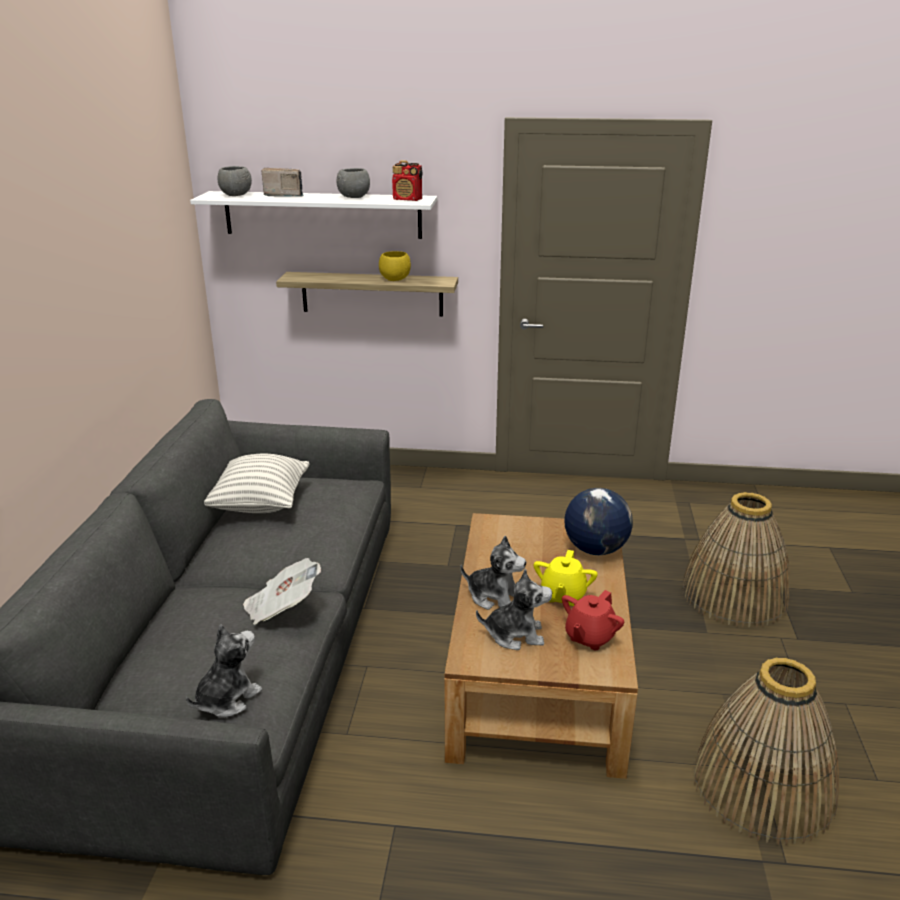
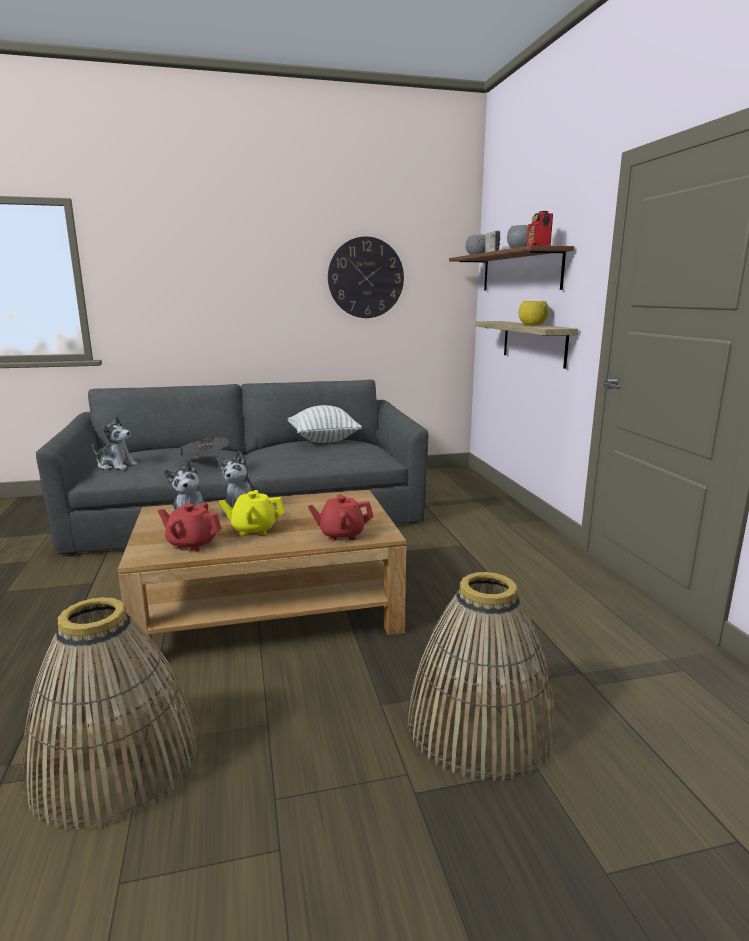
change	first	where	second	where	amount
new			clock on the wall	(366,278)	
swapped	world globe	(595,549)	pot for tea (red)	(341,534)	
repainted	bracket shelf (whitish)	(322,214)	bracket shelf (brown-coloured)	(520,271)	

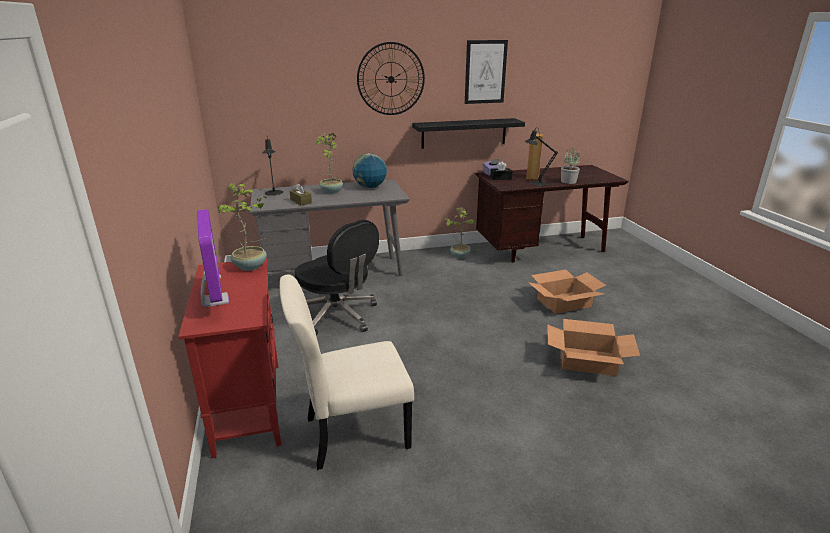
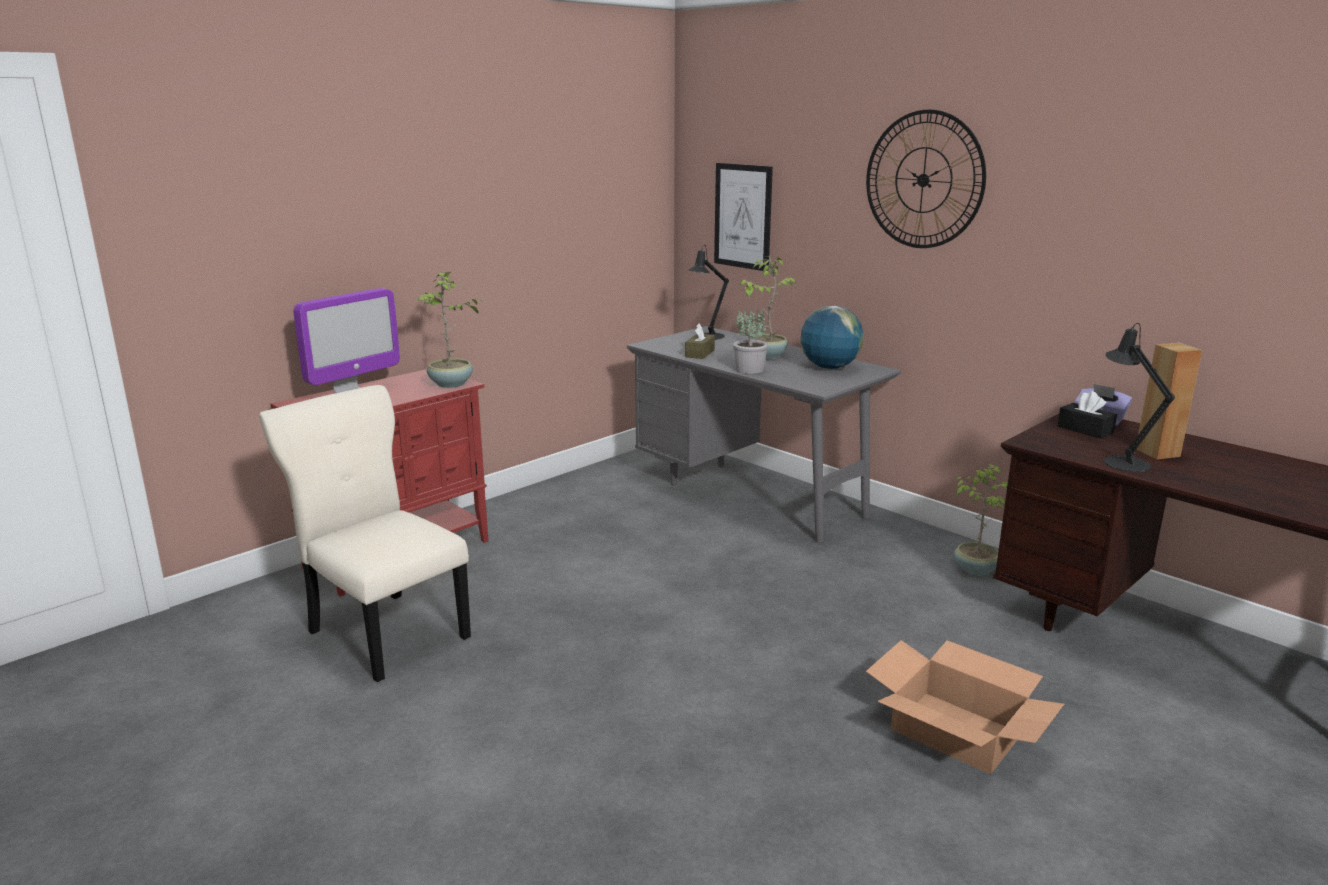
change	first	where	second	where	amount
gone	computer chair (blackish)	(338,316)			
gone	bracket shelf (blackish)	(464,133)			
gone	cardboard box	(587,360)			
shifted	wall art	(485,72)		(743,216)	
shifted	plant in a pot	(568,181)		(749,369)	

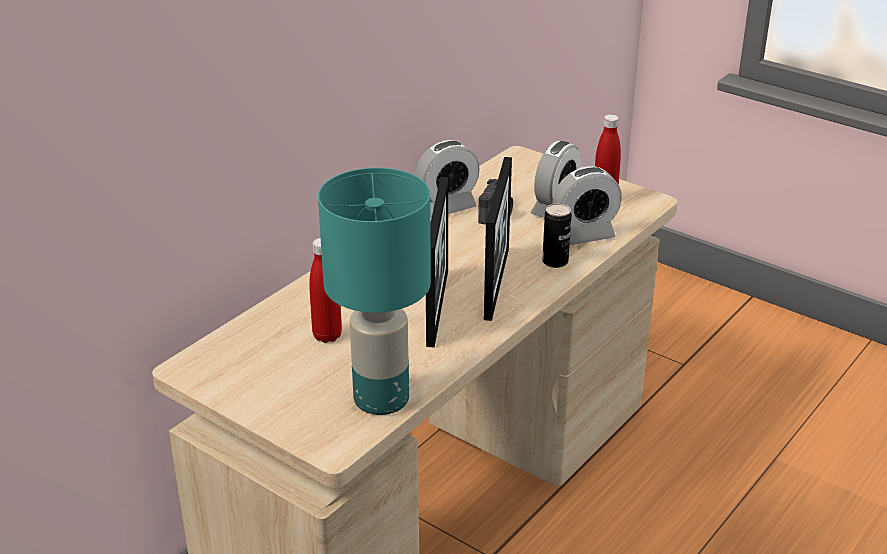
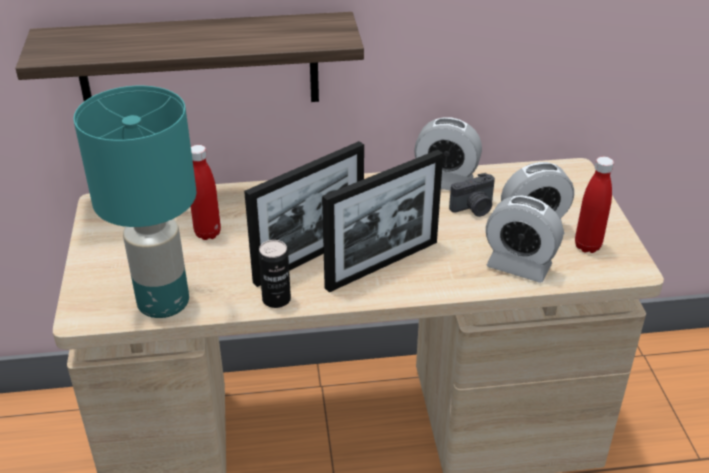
change	first	where	second	where	amount
new			bracket shelf	(199,64)	
shifted	sealed can	(555,262)		(276,299)	

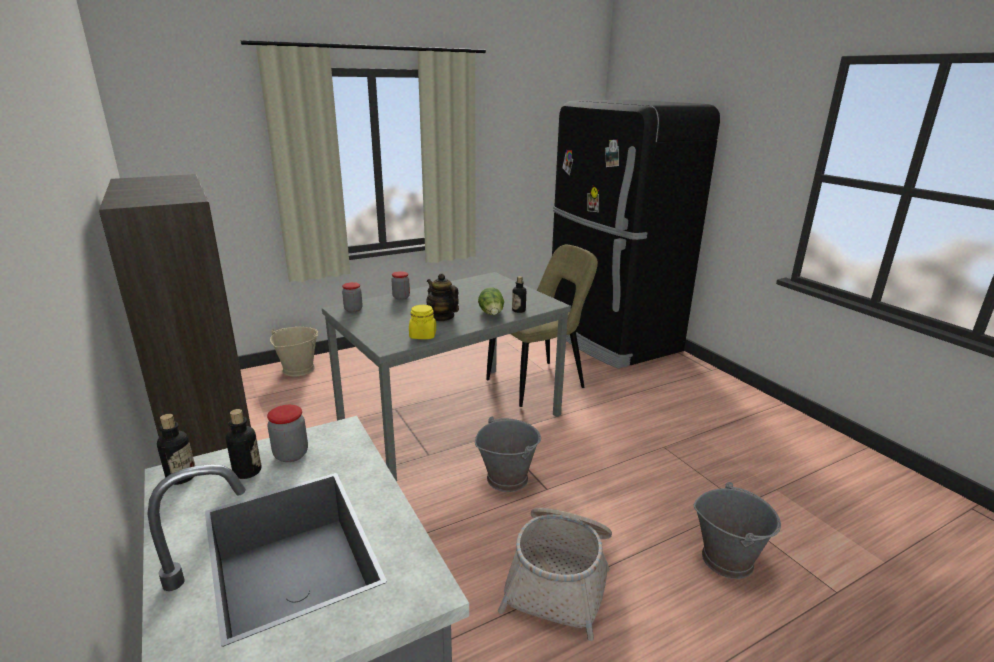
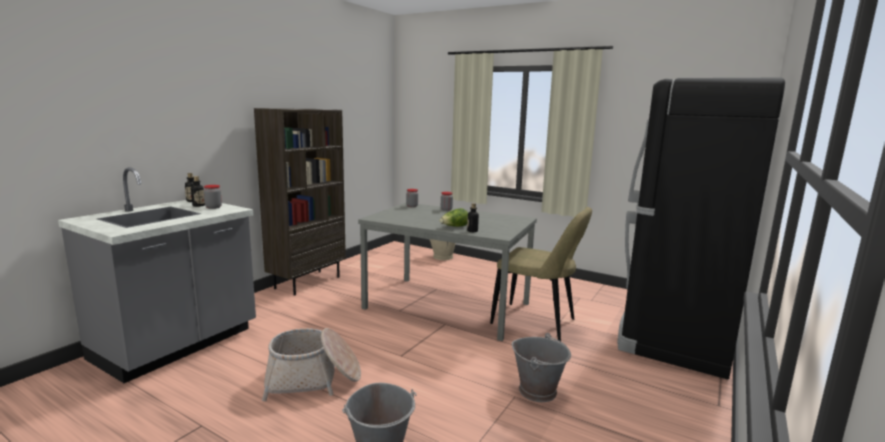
change	first	where	second	where	amount
gone	storage jar (yellowish)	(423,335)			
gone	pot for tea	(442,317)			
shifted	pail (greyish)	(507,478)		(538,390)	

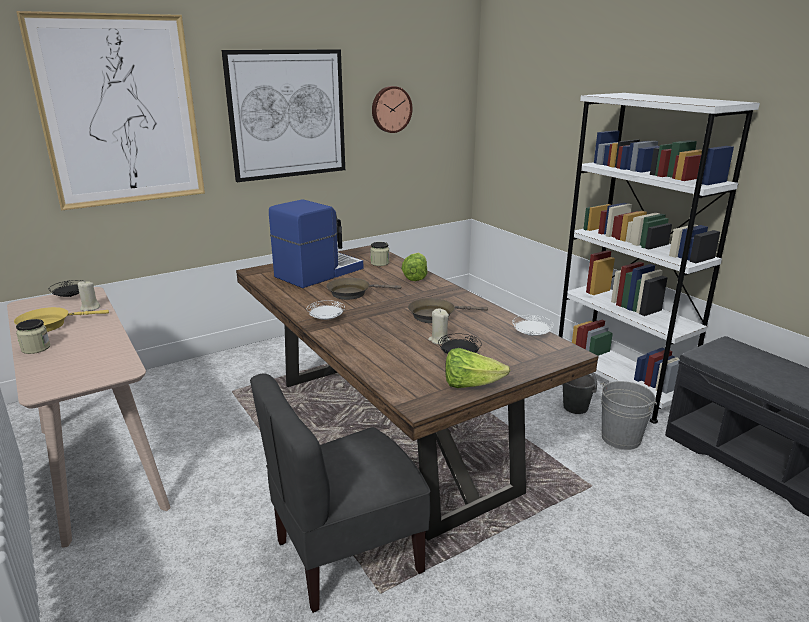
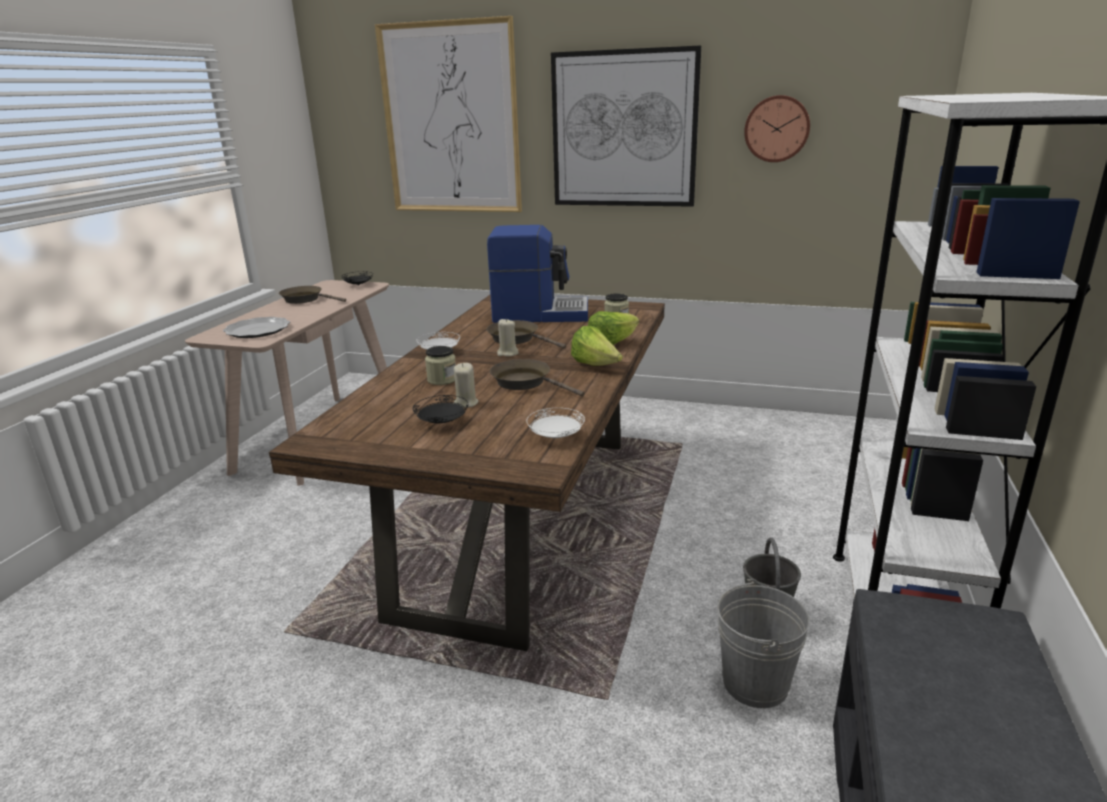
change	first	where	second	where	amount
gone	chair (greyish)	(347,555)			
new			plate	(258,330)	
shifted	storage jar	(36,348)		(442,380)	
shifted	candle (sand-coloured)	(90,308)		(507,353)	
shifted	head of lettuce	(470,385)		(596,365)	
repainted	pan (yellowish)	(49,325)	pan (brown-coloured)	(305,299)	

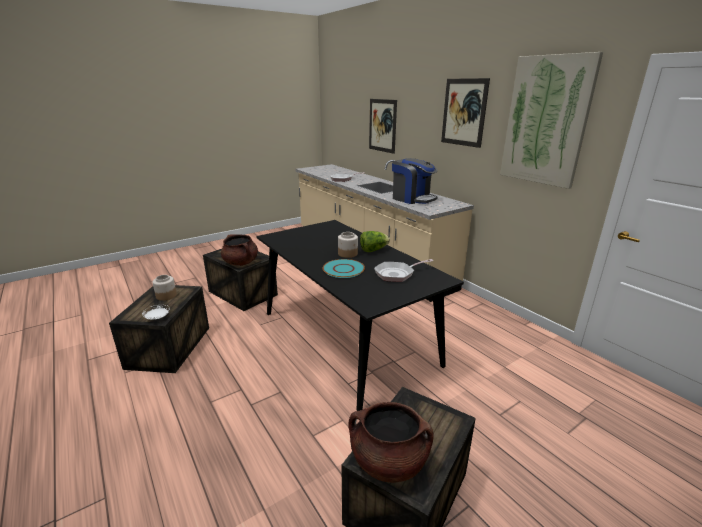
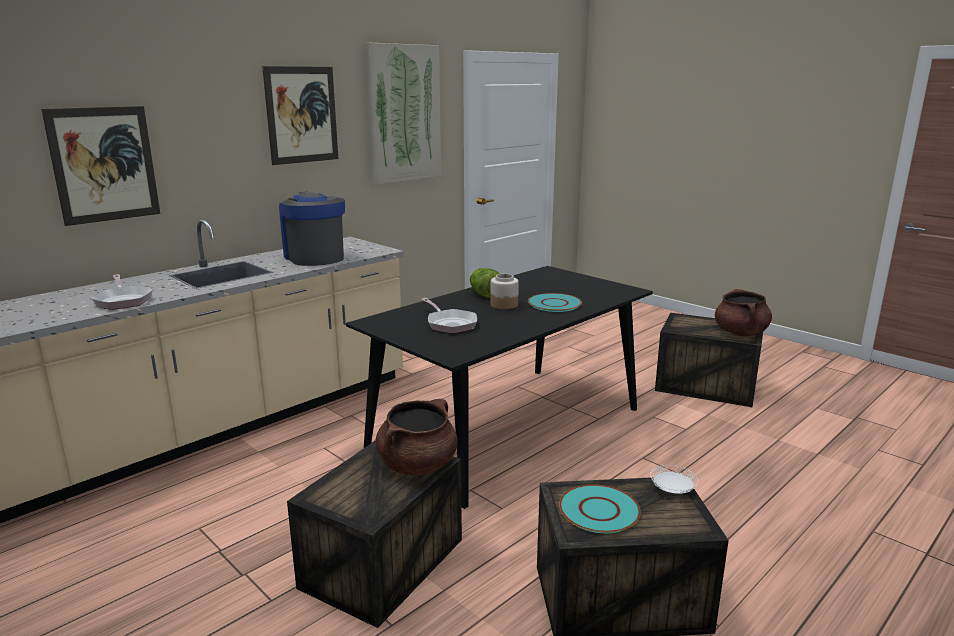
change	first	where	second	where	amount
shifted	pan	(397,274)		(450,324)	
swapped	storage jar	(166,296)	plate (turquoise-coloured)	(599,510)	
rotated	coffee brewer	(412,199)		(314,257)	60 degrees counterclockwise

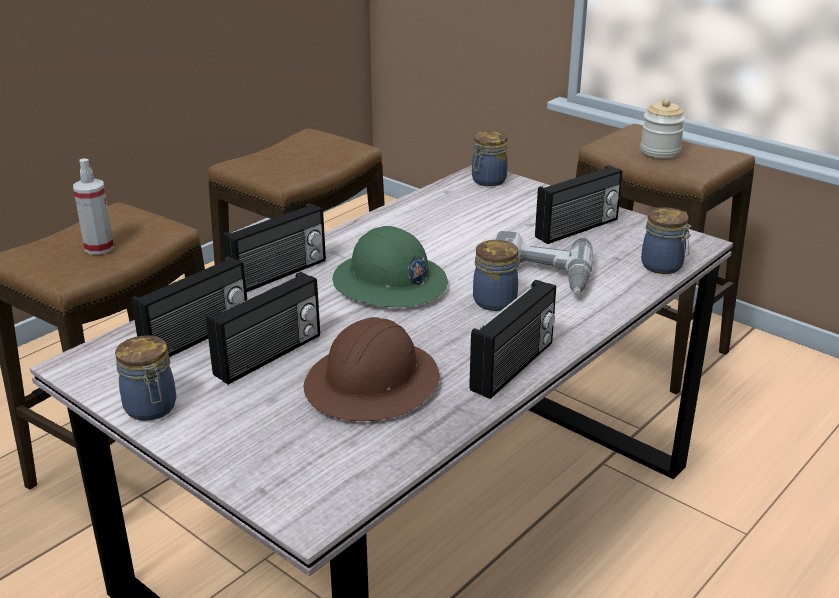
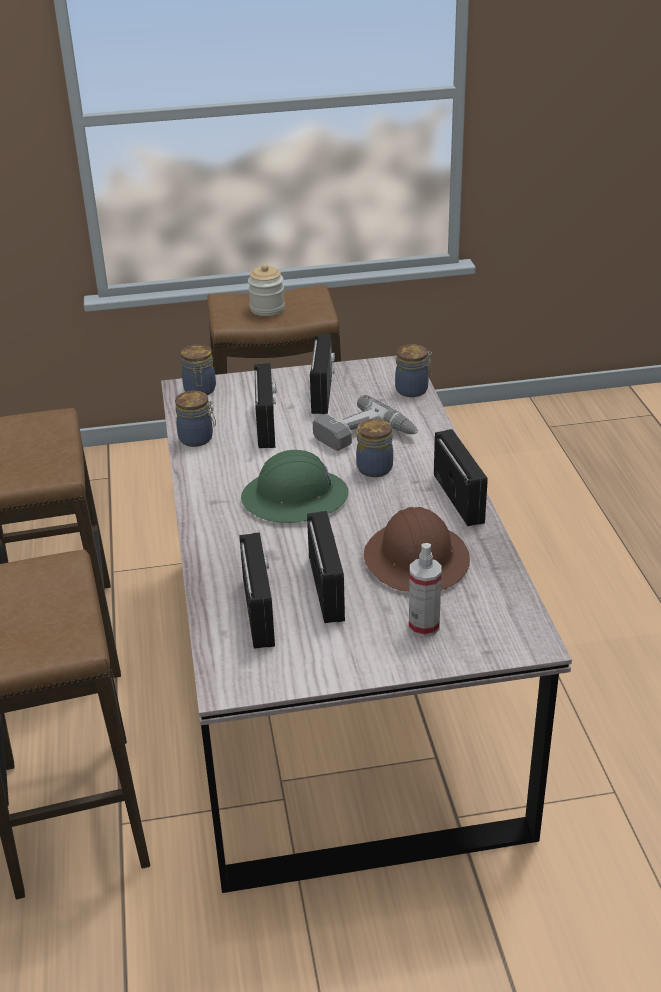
change	first	where	second	where	amount
shifted	hand sprayer	(99,248)		(424,626)	
shifted	storage jar	(151,409)		(197,439)	
shifted	radio set	(279,274)		(267,425)	

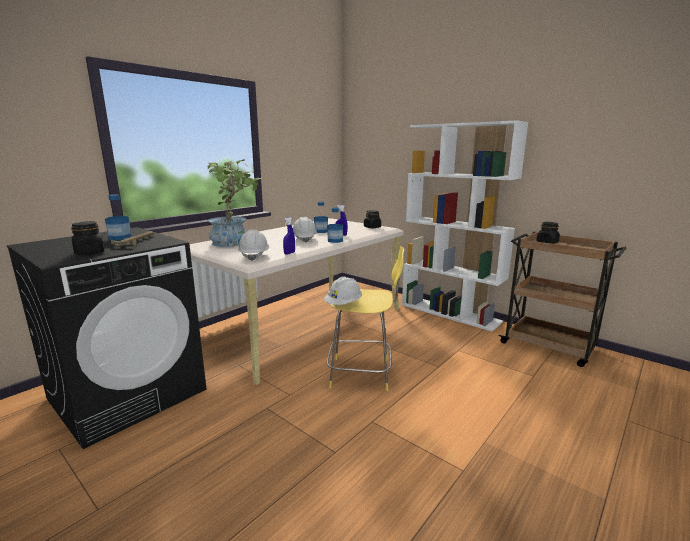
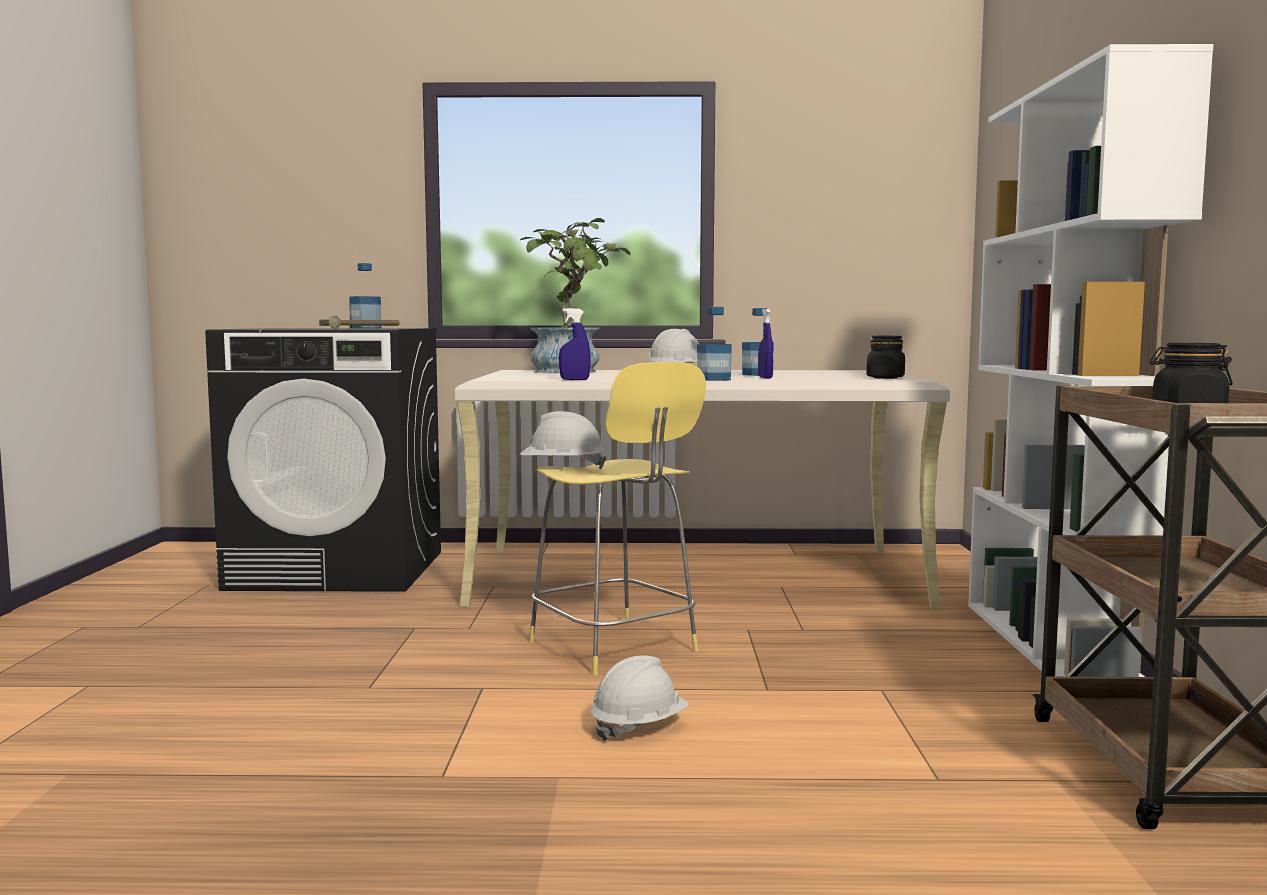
change	first	where	second	where	amount
gone	storage jar (blackish)	(90,252)			
shifted	work helmet (whitish)	(254,256)		(639,727)	

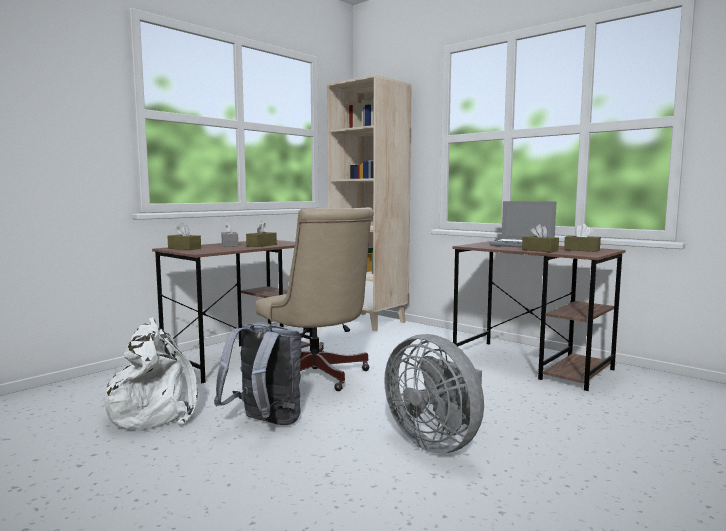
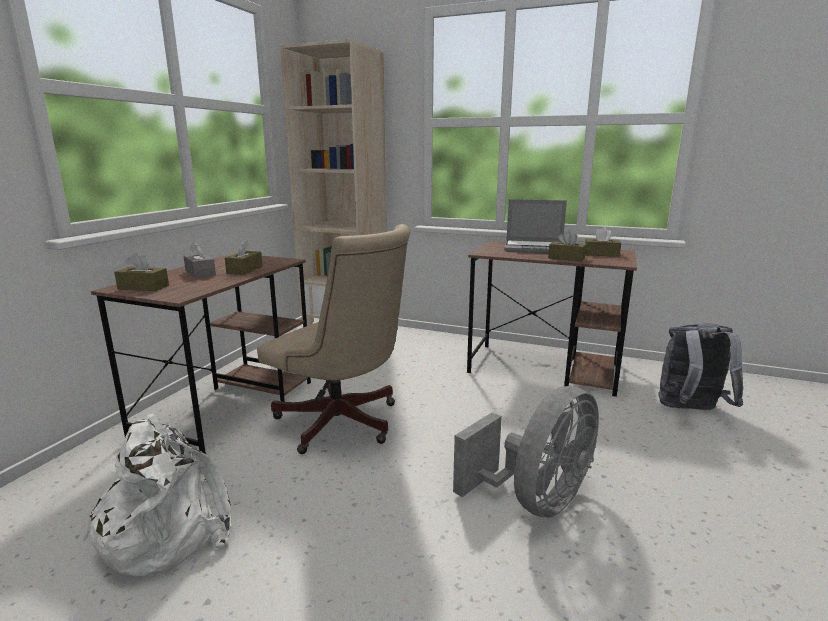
change	first	where	second	where	amount
shifted	rucksack (greyish)	(265,423)		(690,410)	
rotated	cooling fan (greyish)	(436,442)		(535,500)	75 degrees counterclockwise

